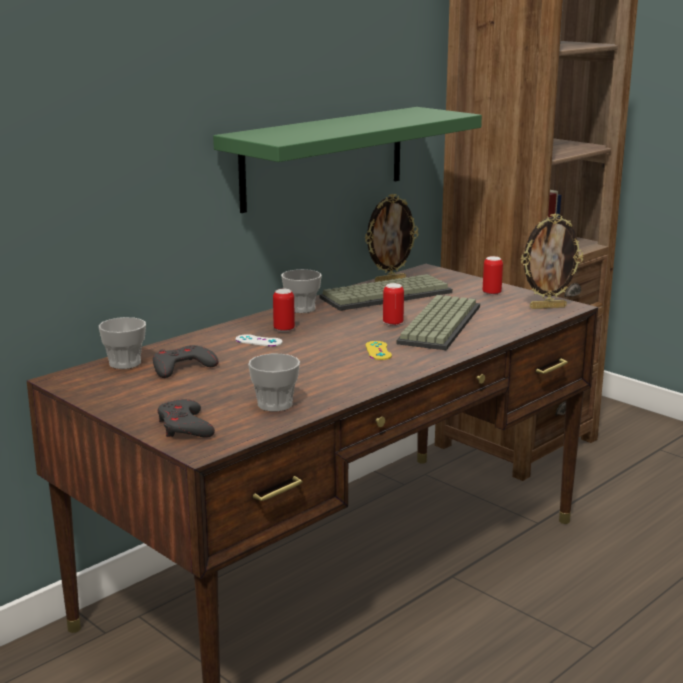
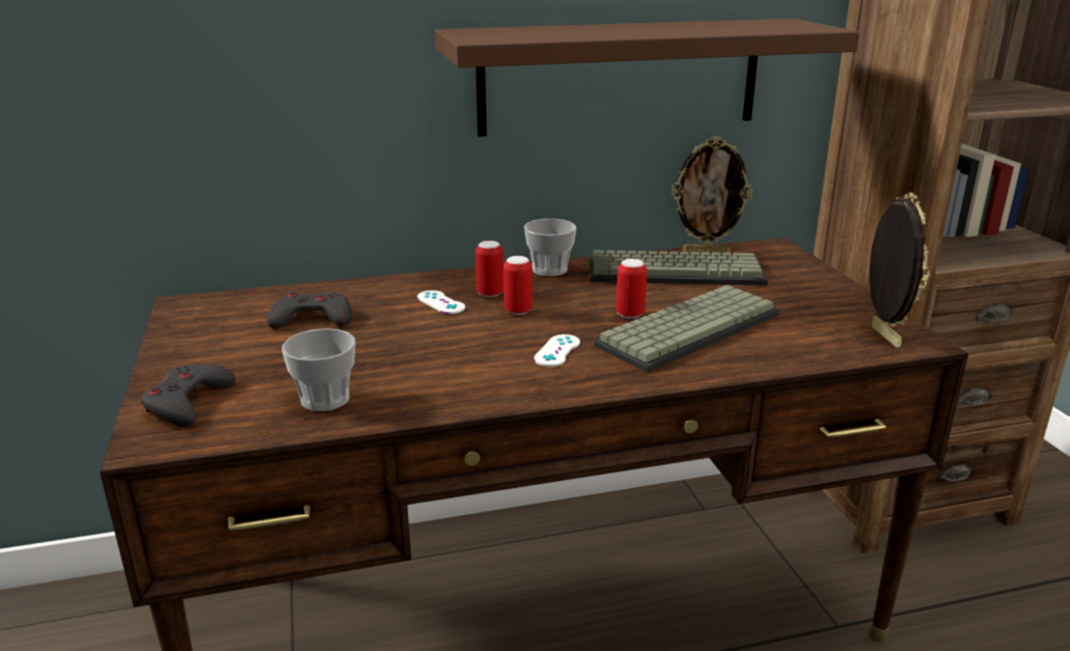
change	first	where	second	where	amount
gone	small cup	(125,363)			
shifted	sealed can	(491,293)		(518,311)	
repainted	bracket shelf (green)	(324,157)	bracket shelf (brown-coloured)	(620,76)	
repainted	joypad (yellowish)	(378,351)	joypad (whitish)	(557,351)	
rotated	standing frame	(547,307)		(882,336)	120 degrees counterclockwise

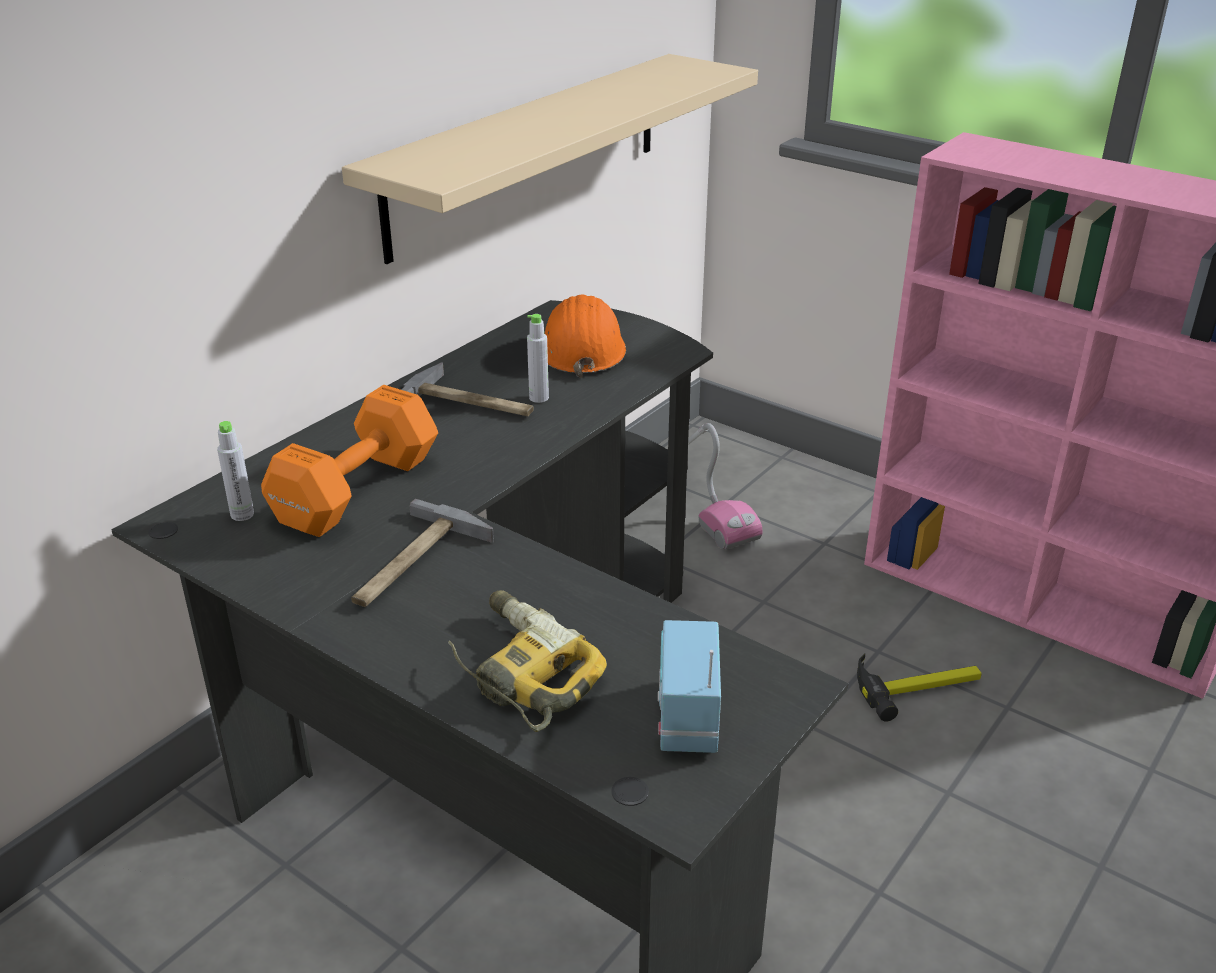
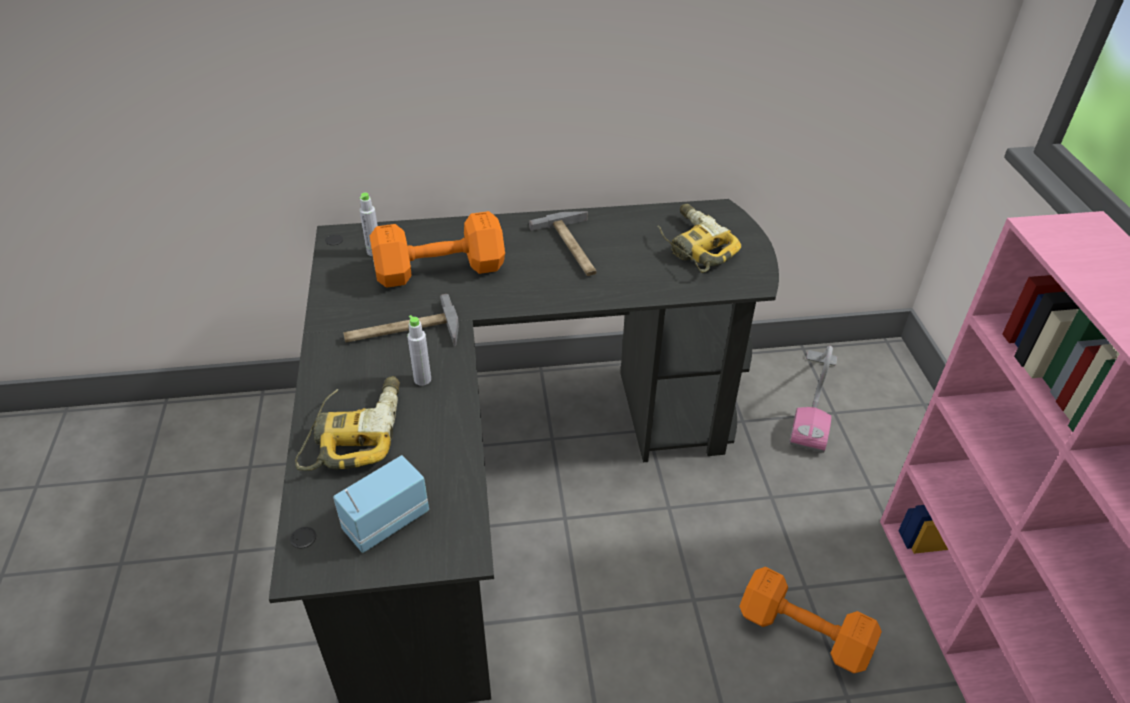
change	first	where	second	where	amount
gone	bracket shelf (sand-coloured)	(528,152)			
shifted	bottle (greyish)	(539,398)		(422,379)	
swapped	work helmet (orange-coloured)	(582,349)	electric drill	(692,246)	
swapped	tool hammer	(918,686)	dumbbell (orange-coloured)	(801,630)	

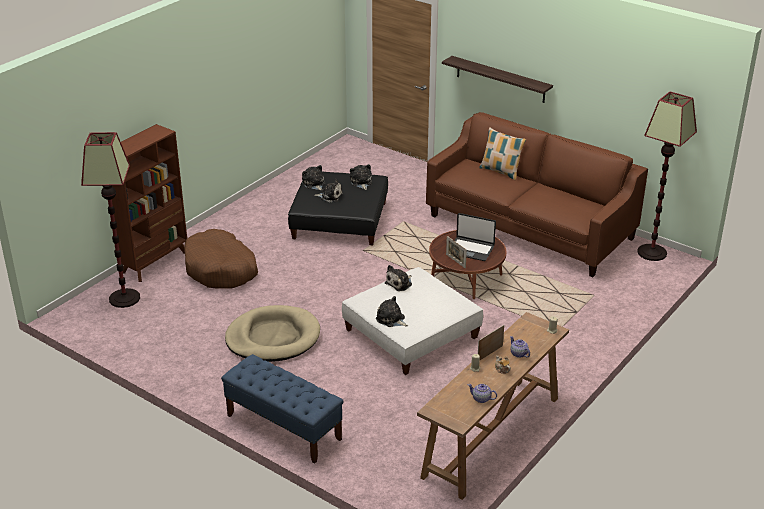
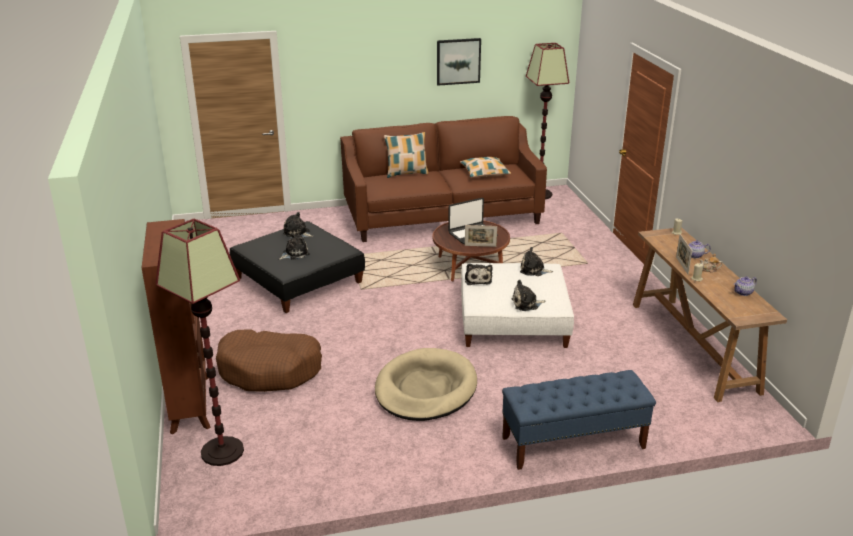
change	first	where	second	where	amount
gone	bracket shelf	(500,79)			
new			wall art	(458,61)	
new			cushion	(485,173)	
shifted	soft toy	(314,184)		(534,270)	

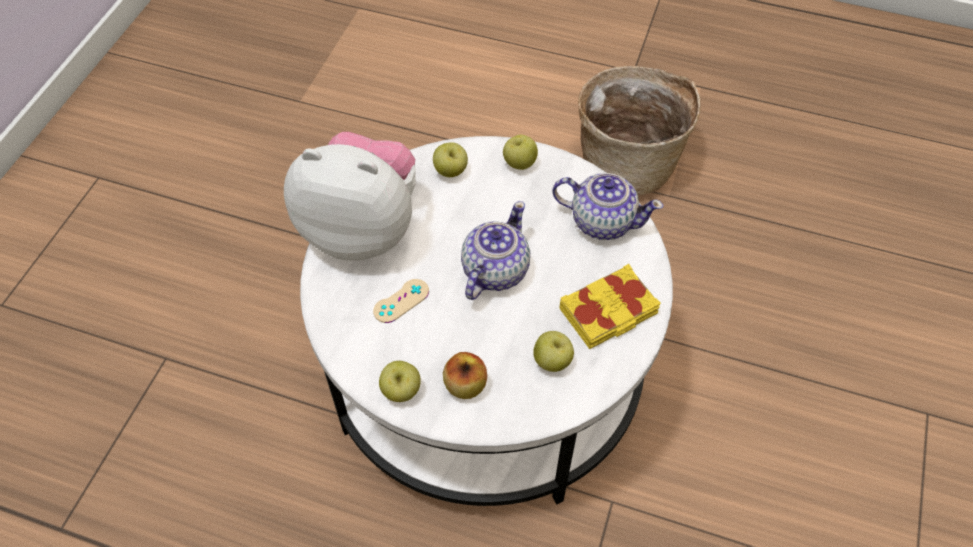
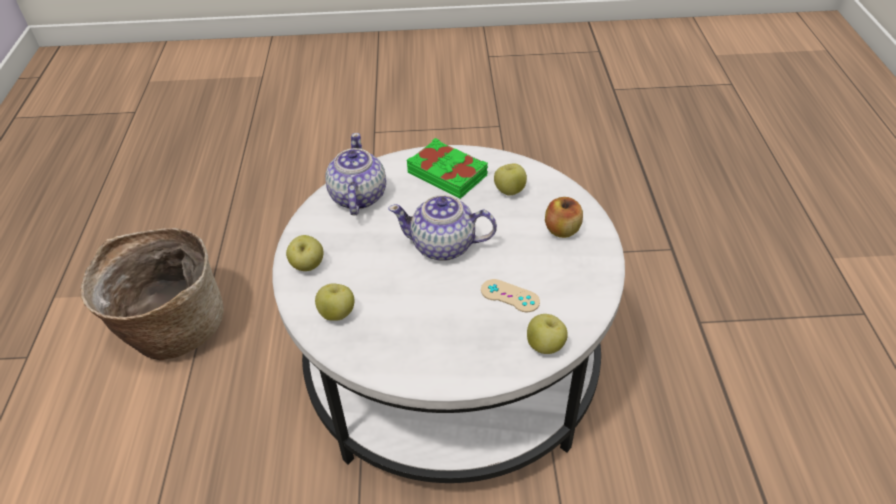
change	first	where	second	where	amount
gone	soft toy	(362,228)			
shifted	whole apple	(401,391)		(545,346)	
repainted	book (yellowish)	(609,312)	book (green)	(448,173)	

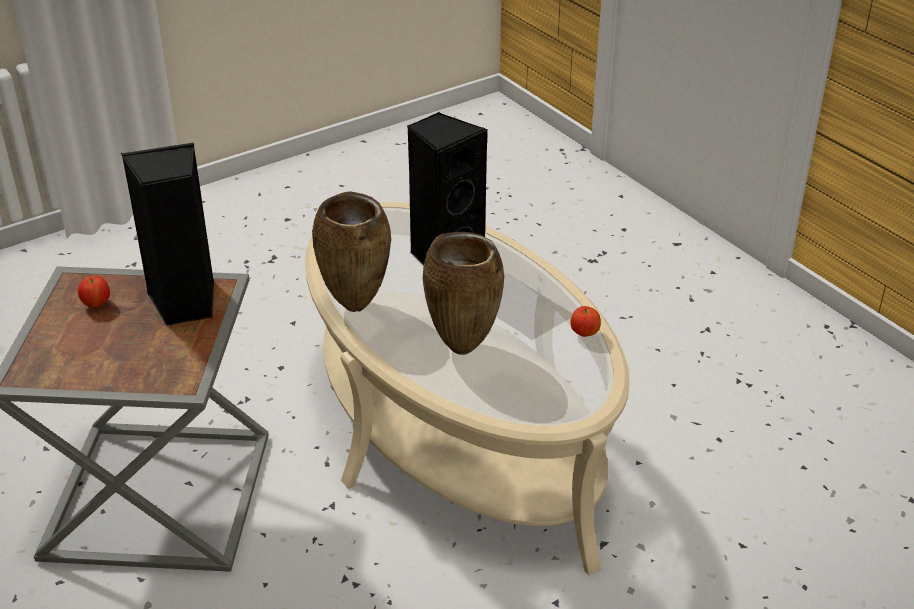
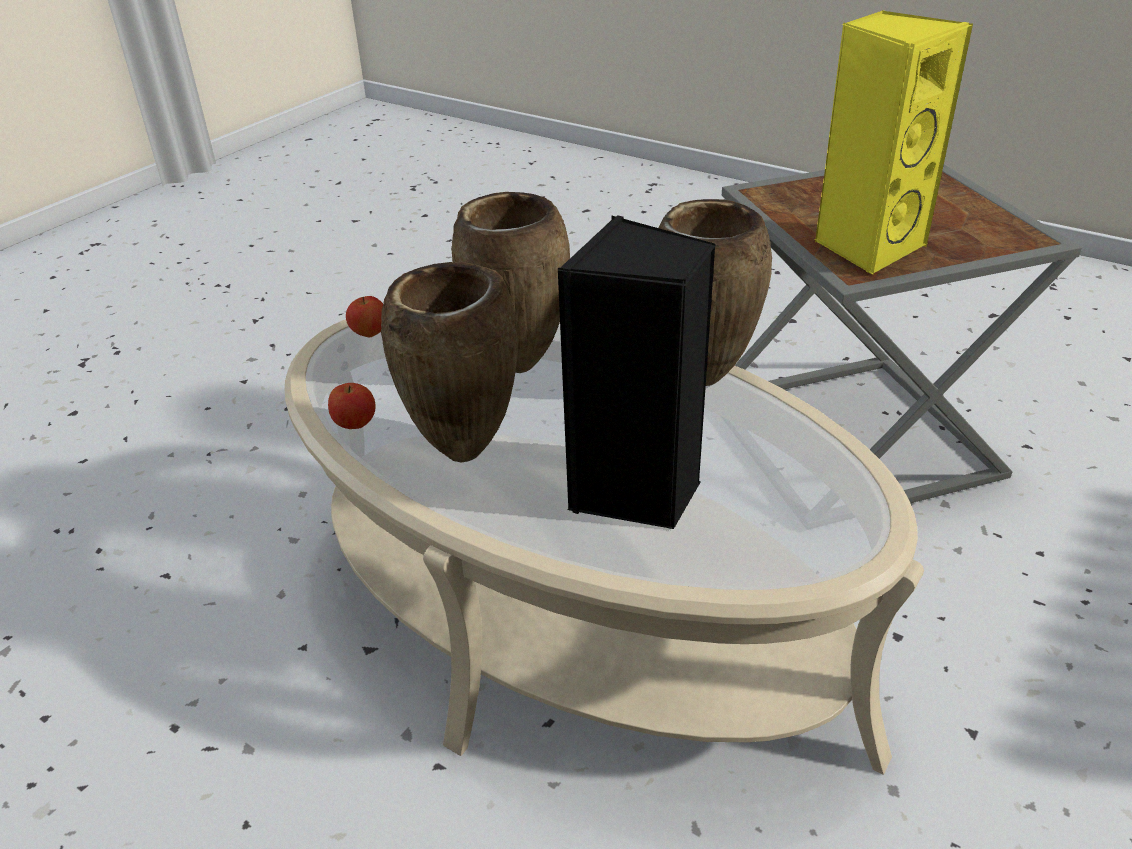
change	first	where	second	where	amount
new			decorative vase (brown-coloured)	(464,455)	
shifted	whole apple	(96,304)		(370,334)	
repainted	audio speaker (blackish)	(184,303)	audio speaker (yellowish)	(867,246)	

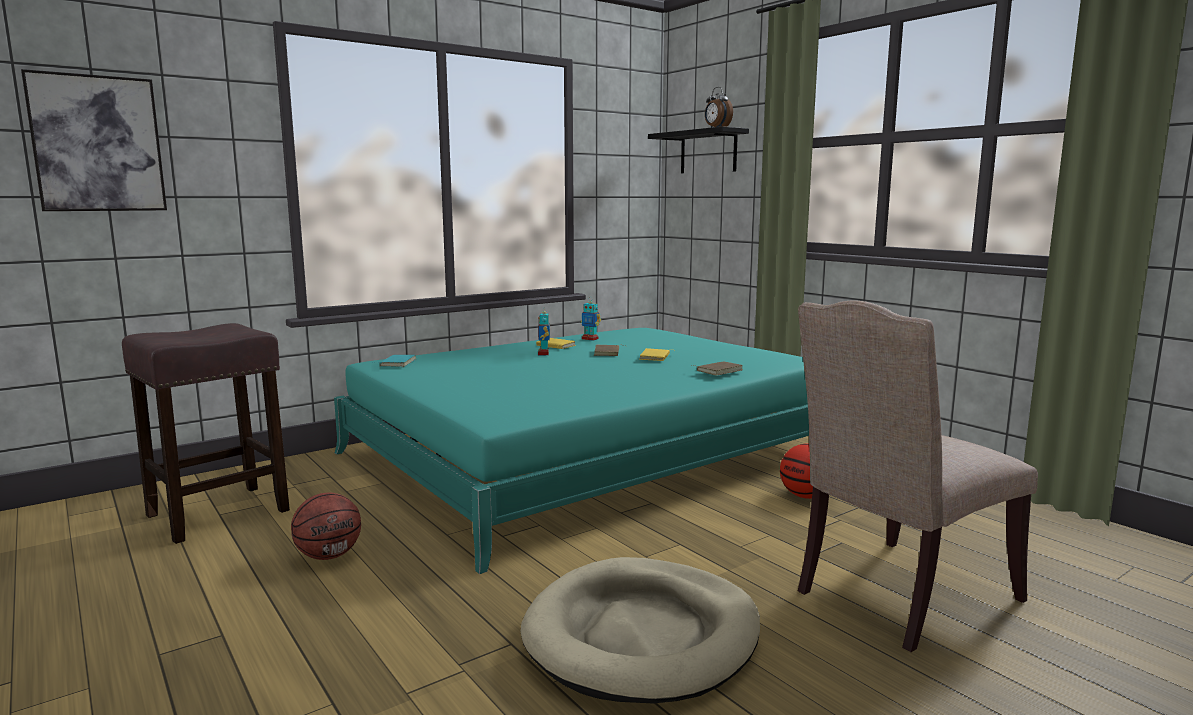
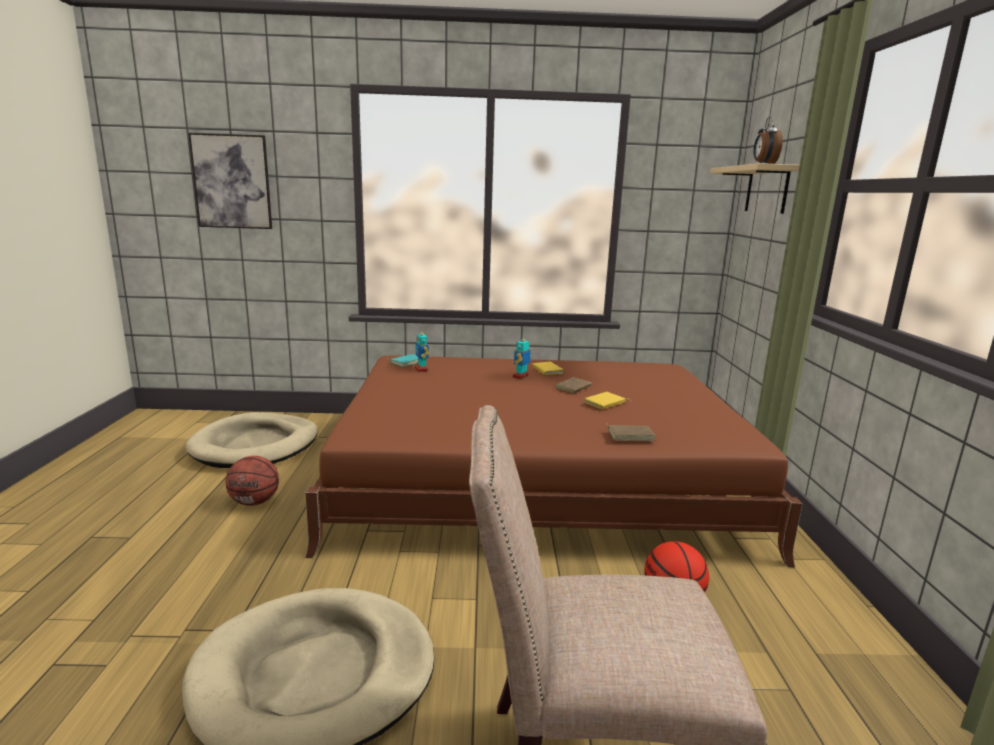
change	first	where	second	where	amount
shifted	model robot	(590,339)		(421,369)	
swapped	sitting stool (brown-coloured)	(220,512)	dog bed (sand-coloured)	(256,445)	
repainted	bedroom bed (turquoise-coloured)	(588,454)	bedroom bed (brown-coloured)	(536,476)	
repainted	bracket shelf (blackish)	(708,152)	bracket shelf (sand-coloured)	(767,190)	

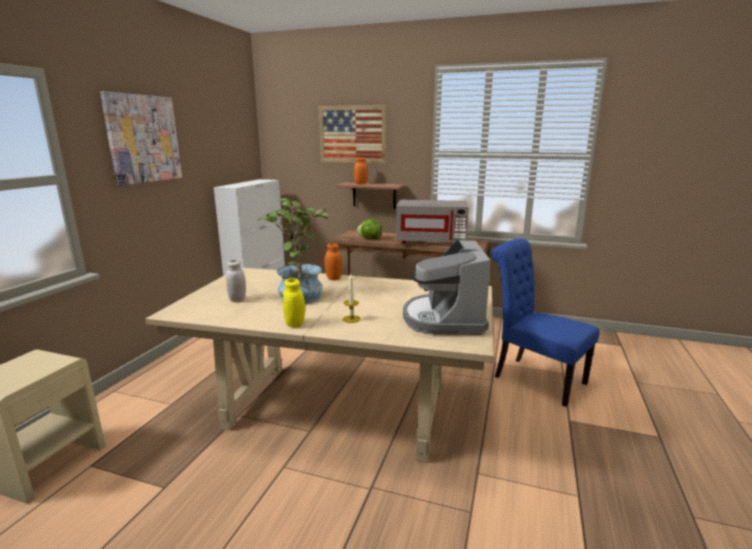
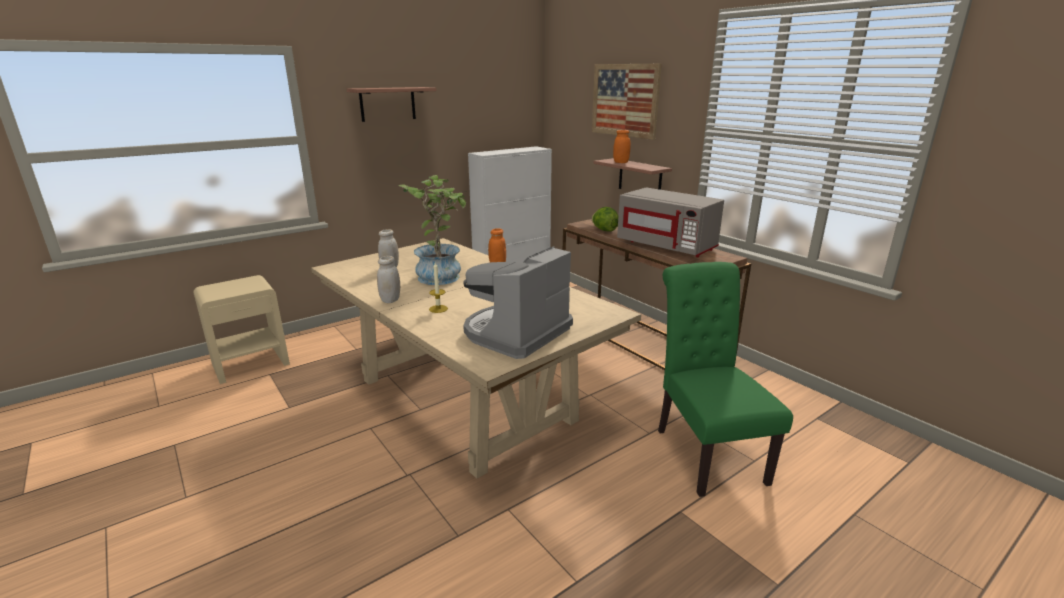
change	first	where	second	where	amount
swapped	wall art	(143,139)	bracket shelf	(387,104)	
repainted	storage jar (yellowish)	(294,324)	storage jar (whitish)	(390,300)	
repainted	chair (bluish)	(534,378)	chair (green)	(705,451)	

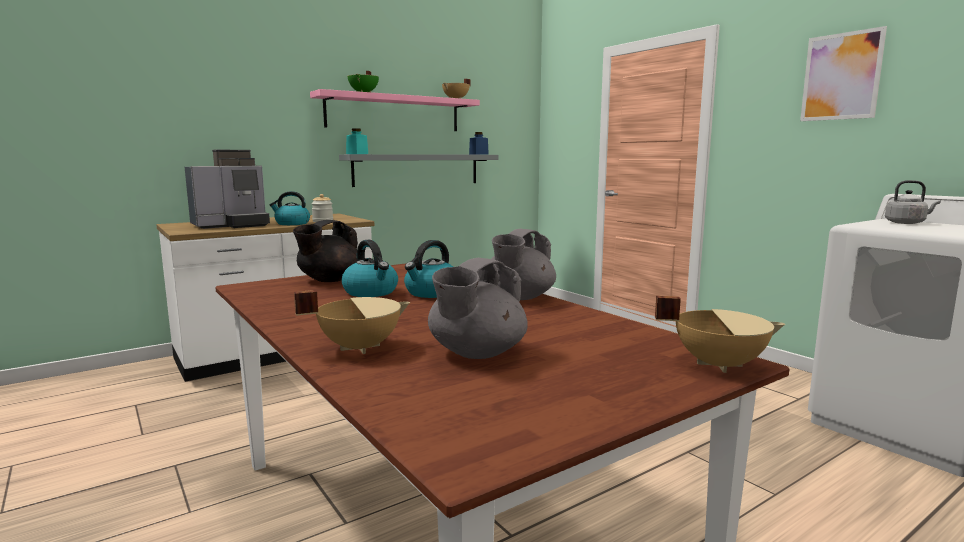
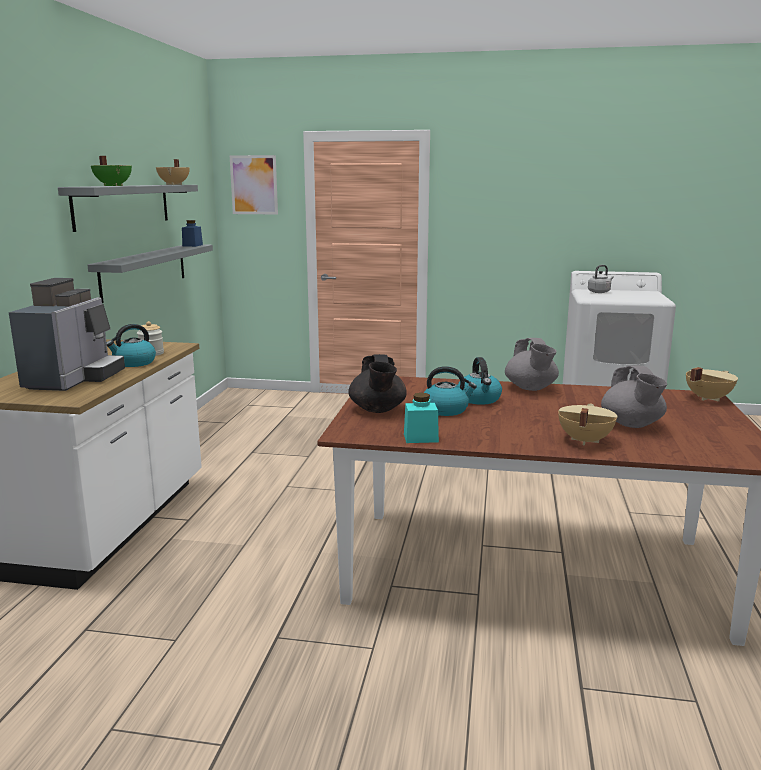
change	first	where	second	where	amount
shifted	storage jar (turquoise-coloured)	(357,154)		(420,438)	
shifted	wall art	(841,76)		(254,185)	
repainted	bracket shelf (pink-coloured)	(394,113)	bracket shelf (greyish)	(123,205)	

